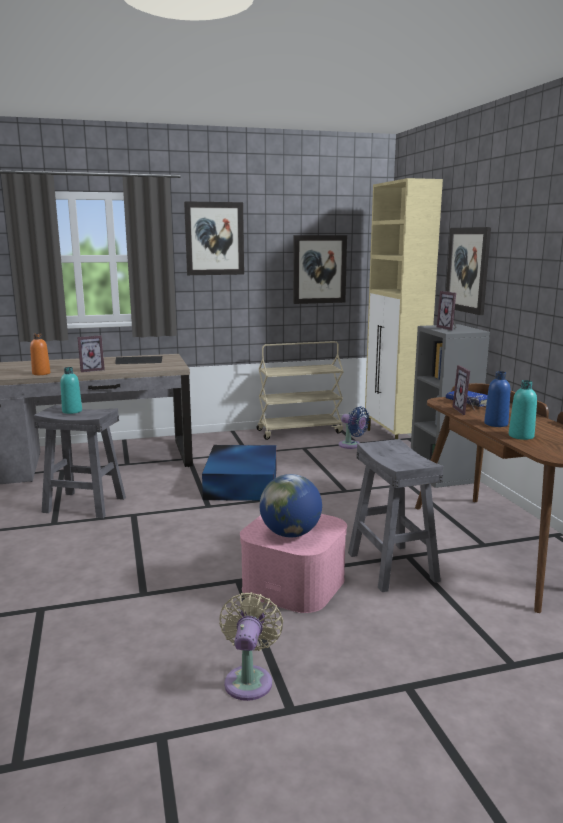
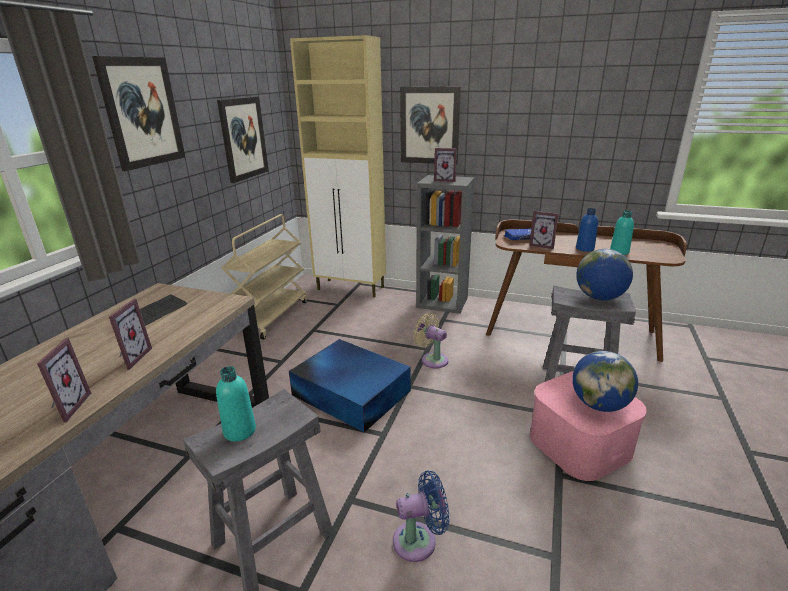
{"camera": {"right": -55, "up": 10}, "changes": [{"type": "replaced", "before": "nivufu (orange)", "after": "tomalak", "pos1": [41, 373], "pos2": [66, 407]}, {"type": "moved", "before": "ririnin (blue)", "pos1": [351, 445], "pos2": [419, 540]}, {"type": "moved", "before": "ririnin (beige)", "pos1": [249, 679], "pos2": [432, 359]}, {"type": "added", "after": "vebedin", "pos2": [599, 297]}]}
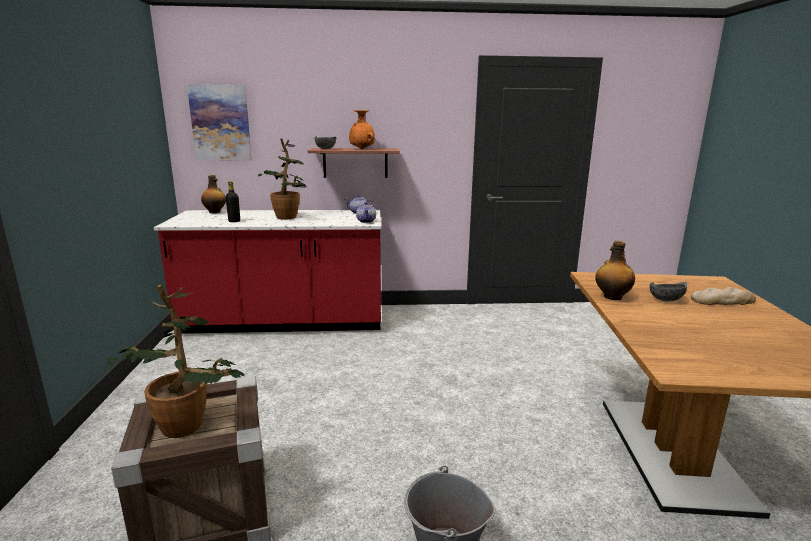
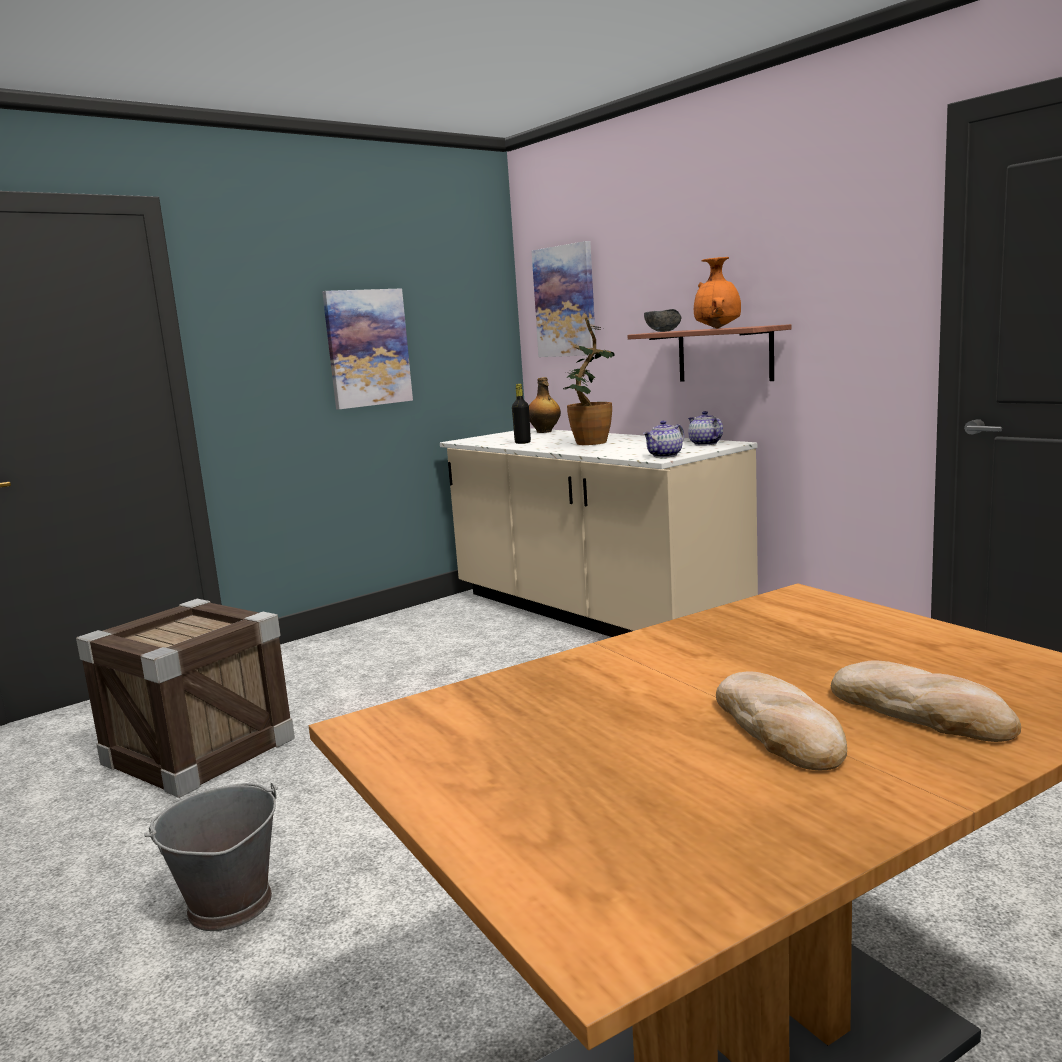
{"camera": {"right": 55, "up": -5}, "changes": [{"type": "added", "after": "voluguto", "pos2": [367, 348]}, {"type": "recoloured", "before": "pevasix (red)", "after": "pevasix (beige)", "pos1": [284, 322], "pos2": [592, 613]}, {"type": "added", "after": "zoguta", "pos2": [779, 728]}, {"type": "removed", "before": "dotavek", "pos1": [188, 430]}, {"type": "removed", "before": "nivufu", "pos1": [611, 297]}, {"type": "removed", "before": "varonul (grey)", "pos1": [665, 300]}]}
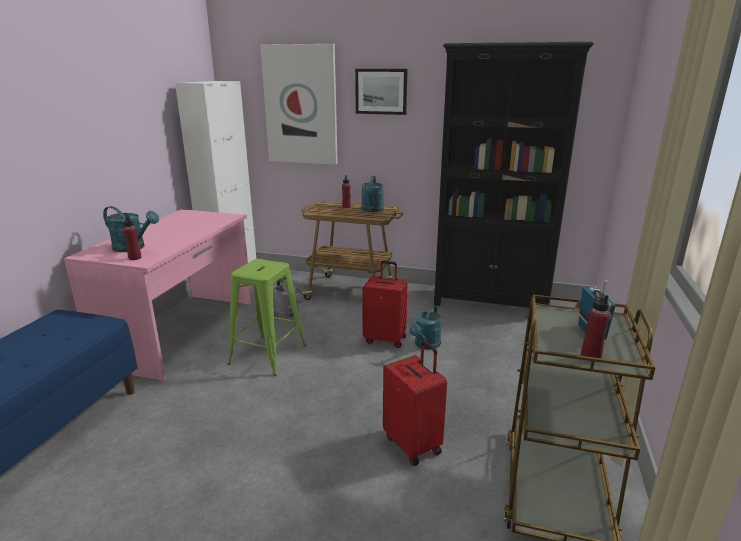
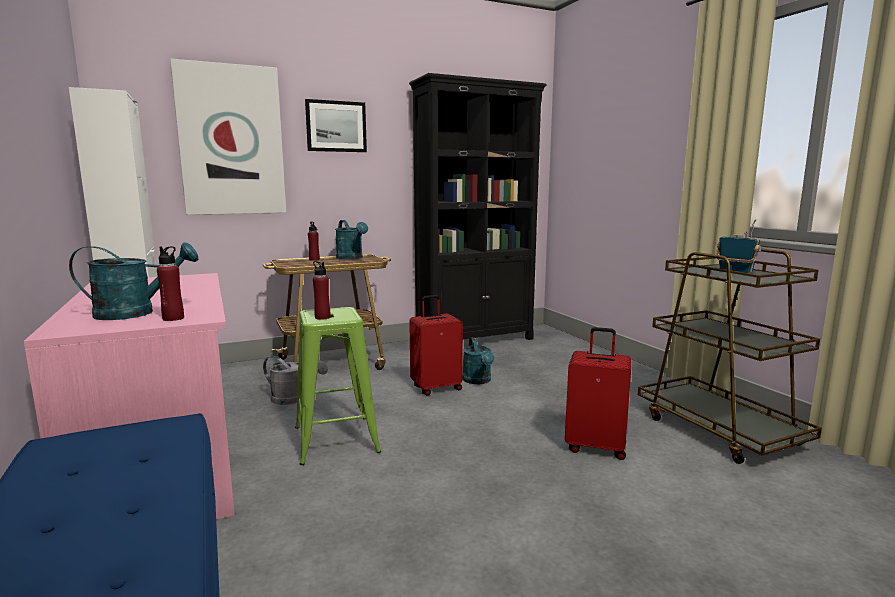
{"camera": {"right": -40, "up": -10}, "changes": [{"type": "moved", "before": "nivufu (red)", "pos1": [590, 356], "pos2": [322, 317]}]}
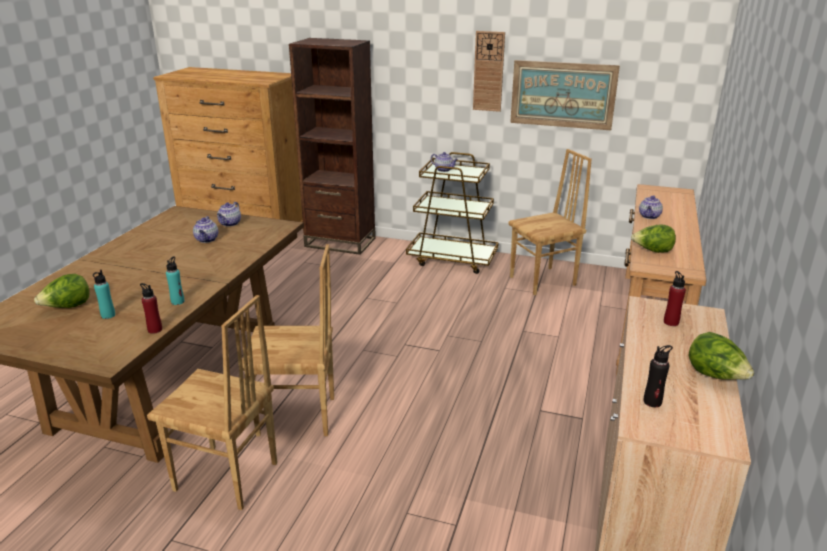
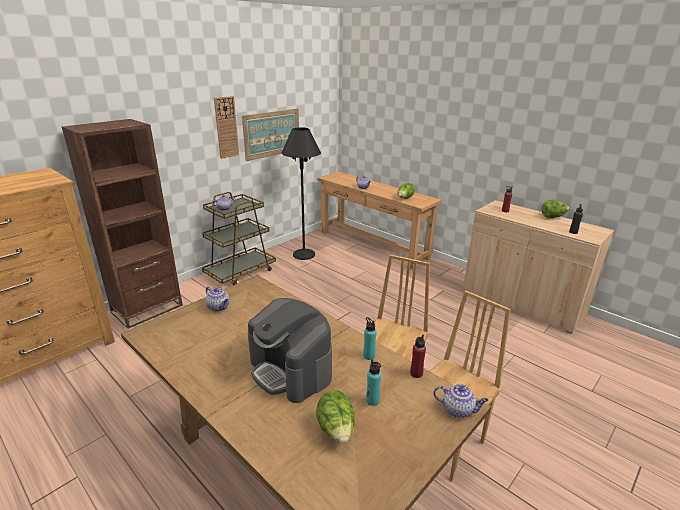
{"camera": {"right": -65, "up": 0}, "changes": [{"type": "added", "after": "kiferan", "pos2": [291, 370]}, {"type": "replaced", "before": "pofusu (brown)", "after": "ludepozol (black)", "pos1": [543, 281], "pos2": [304, 254]}, {"type": "moved", "before": "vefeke", "pos1": [207, 240], "pos2": [458, 410]}]}
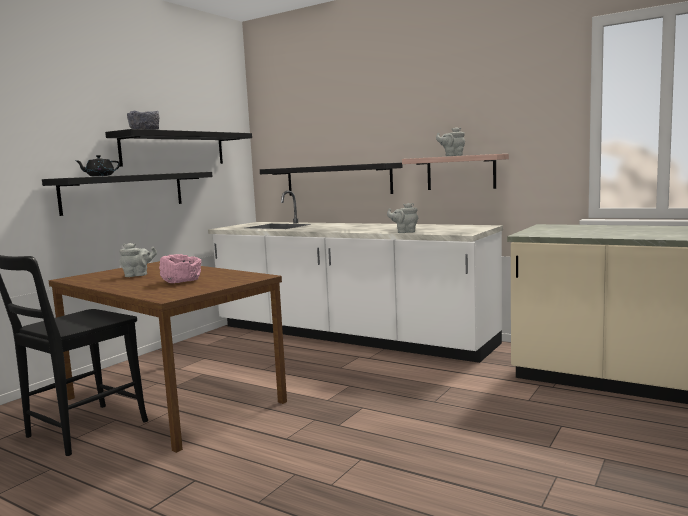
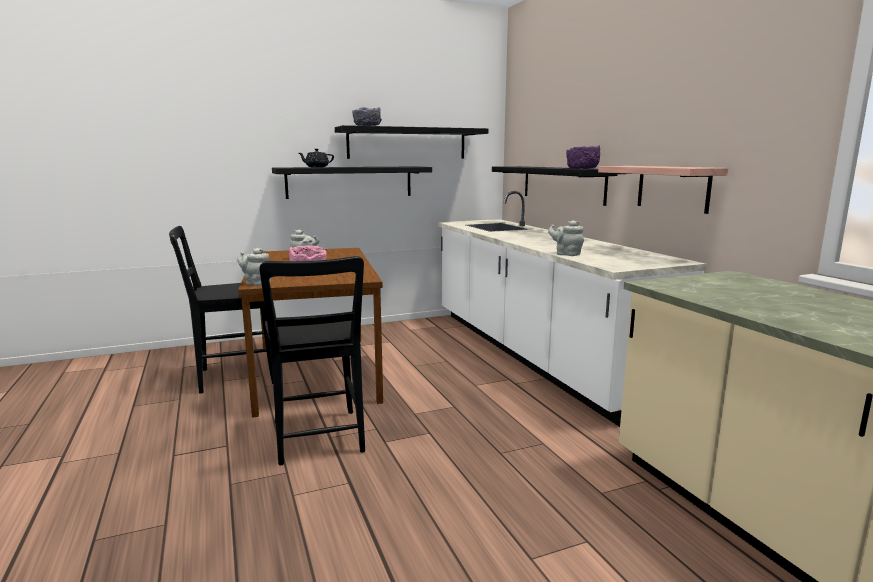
{"camera": {"right": 35, "up": 5}, "changes": [{"type": "moved", "before": "vefeke (grey)", "pos1": [452, 156], "pos2": [256, 283]}, {"type": "added", "after": "pofusu (black)", "pos2": [318, 439]}, {"type": "added", "after": "varonul (purple)", "pos2": [582, 168]}]}
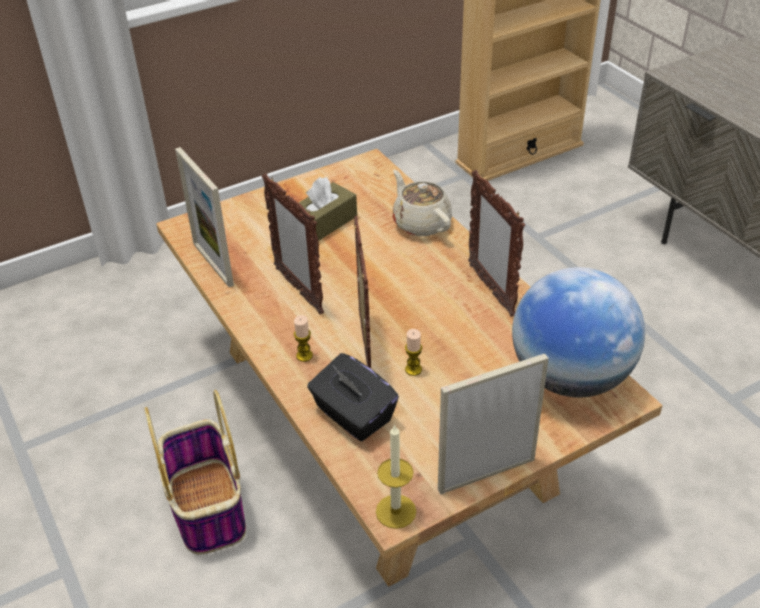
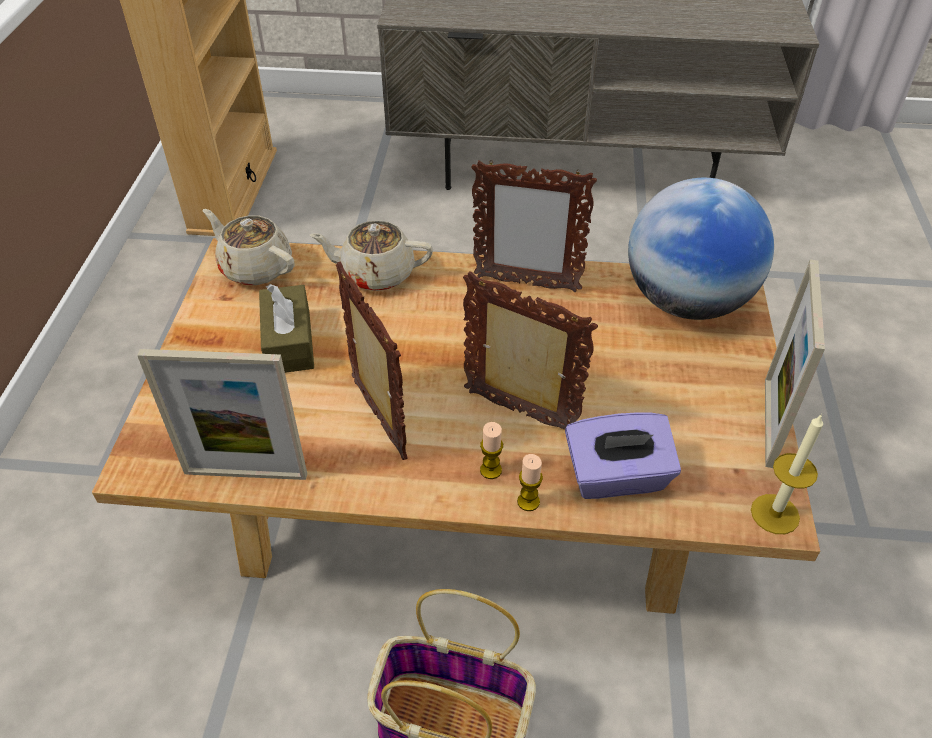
{"camera": {"right": -55, "up": 5}, "changes": [{"type": "added", "after": "vefeke (beige)", "pos2": [255, 267]}, {"type": "turned", "before": "tomalak", "pos1": [298, 290], "pos2": [378, 420], "turn": -120}, {"type": "moved", "before": "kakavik", "pos1": [413, 369], "pos2": [528, 501]}, {"type": "recoloured", "before": "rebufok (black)", "after": "rebufok (purple)", "pos1": [353, 415], "pos2": [617, 477]}]}
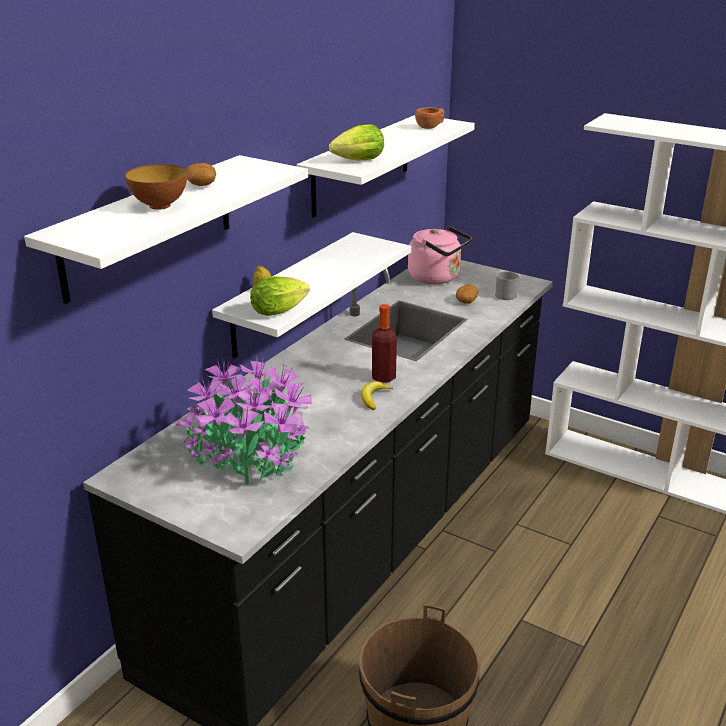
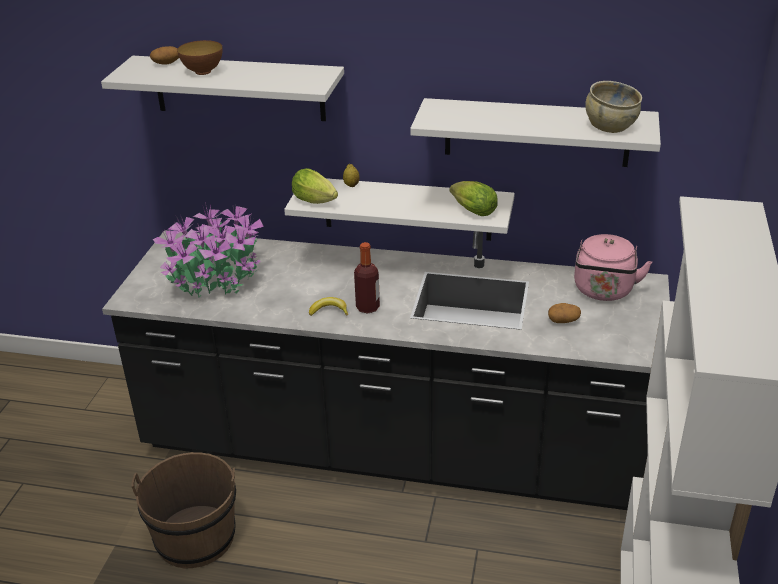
{"camera": {"right": 70, "up": 5}, "changes": [{"type": "moved", "before": "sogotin", "pos1": [202, 185], "pos2": [166, 63]}, {"type": "moved", "before": "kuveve", "pos1": [356, 161], "pos2": [471, 211]}, {"type": "replaced", "before": "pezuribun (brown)", "after": "varonul (beige)", "pos1": [430, 127], "pos2": [610, 126]}, {"type": "removed", "before": "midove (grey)", "pos1": [506, 294]}]}
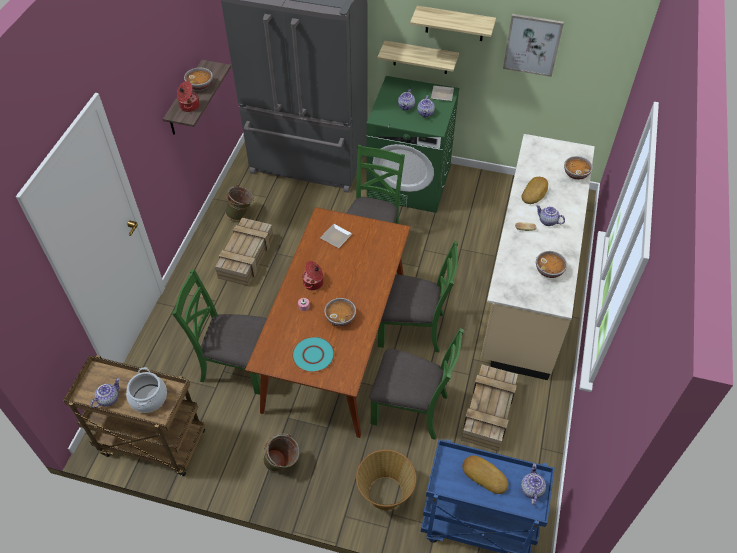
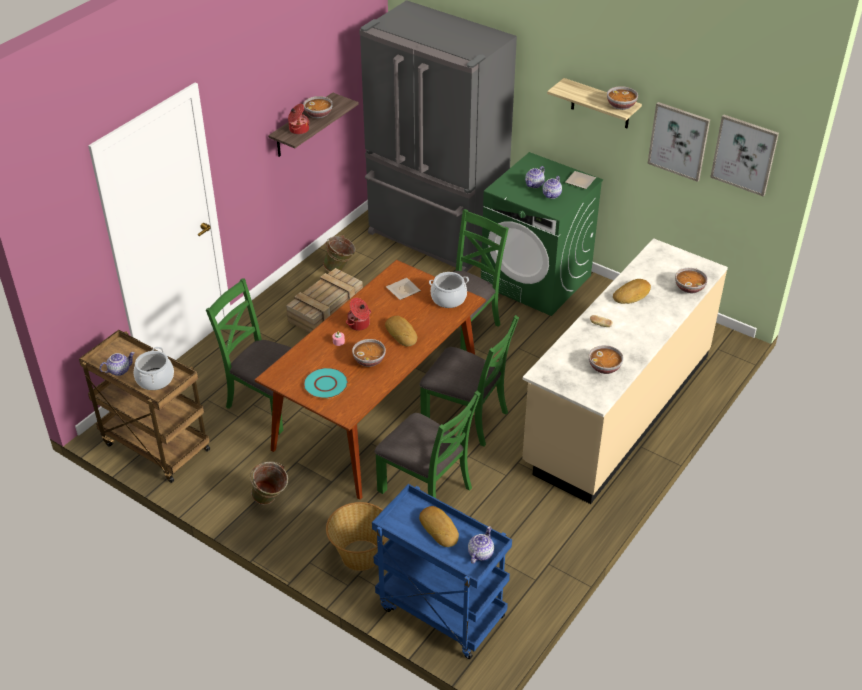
{"camera": {"right": 20, "up": -10}, "changes": [{"type": "added", "after": "zoguta", "pos2": [402, 333]}, {"type": "added", "after": "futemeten", "pos2": [448, 299]}, {"type": "added", "after": "varonul", "pos2": [621, 106]}, {"type": "added", "after": "voluguto", "pos2": [744, 154]}, {"type": "removed", "before": "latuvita", "pos1": [420, 57]}, {"type": "removed", "before": "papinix", "pos1": [488, 413]}, {"type": "removed", "before": "vefeke", "pos1": [547, 221]}]}
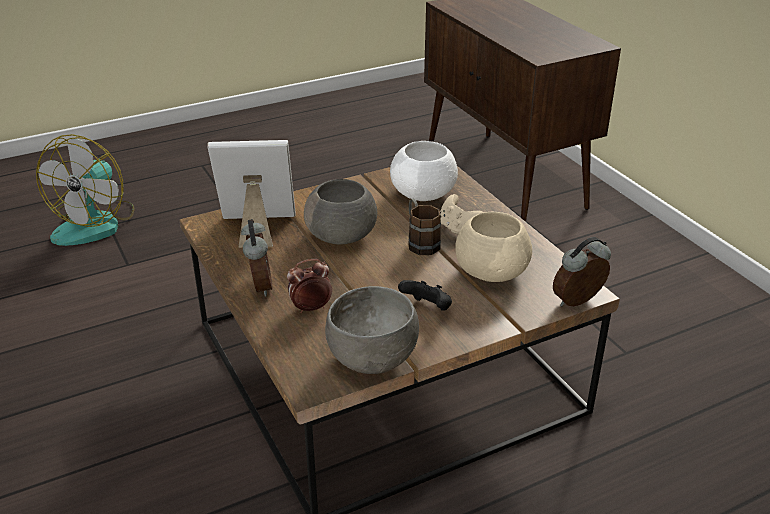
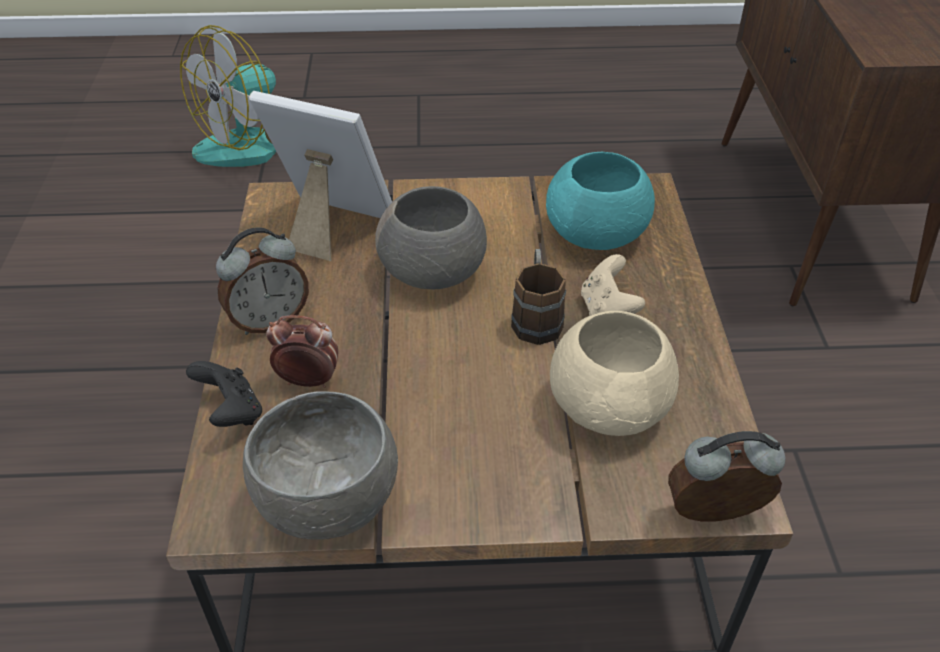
{"camera": {"right": 25, "up": 10}, "changes": [{"type": "moved", "before": "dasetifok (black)", "pos1": [427, 308], "pos2": [231, 412]}, {"type": "turned", "before": "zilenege", "pos1": [259, 286], "pos2": [269, 320], "turn": 45}, {"type": "recoloured", "before": "varonul (white)", "after": "varonul (turquoise)", "pos1": [424, 193], "pos2": [598, 234]}]}
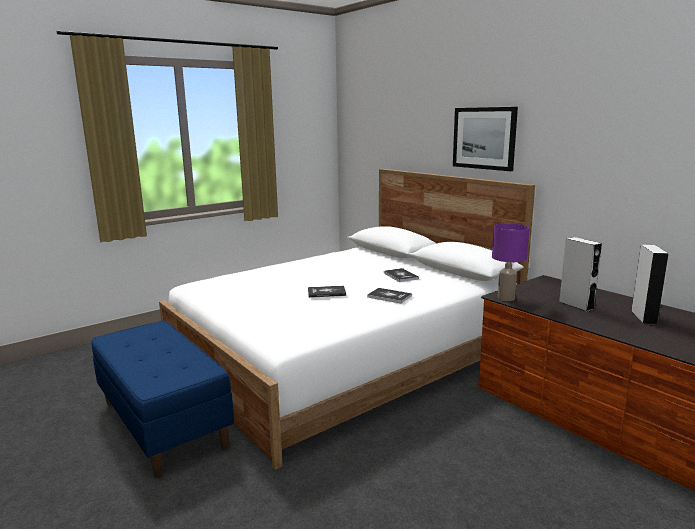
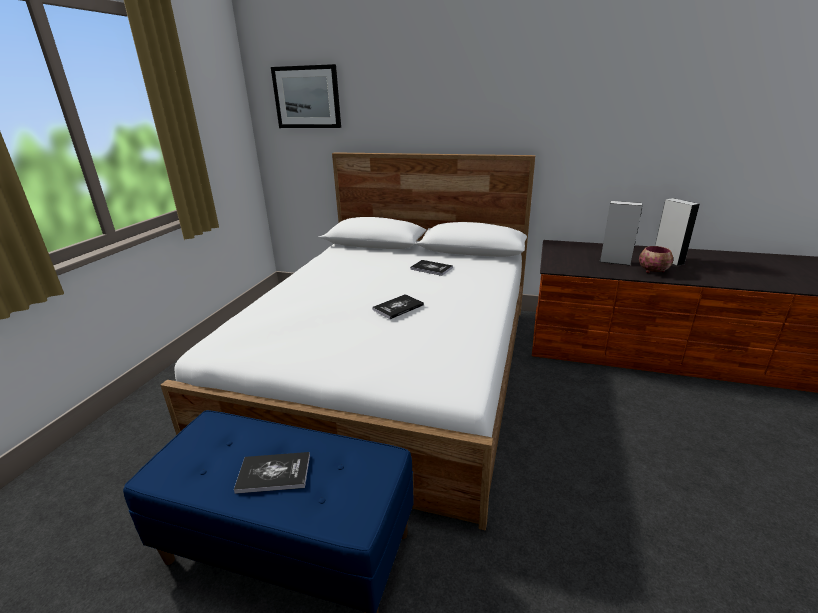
{"camera": {"right": -35, "up": 10}, "changes": [{"type": "moved", "before": "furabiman", "pos1": [389, 296], "pos2": [274, 473]}, {"type": "moved", "before": "voluguto", "pos1": [484, 138], "pos2": [307, 97]}, {"type": "added", "after": "varonul", "pos2": [653, 271]}, {"type": "removed", "before": "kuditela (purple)", "pos1": [506, 298]}]}
